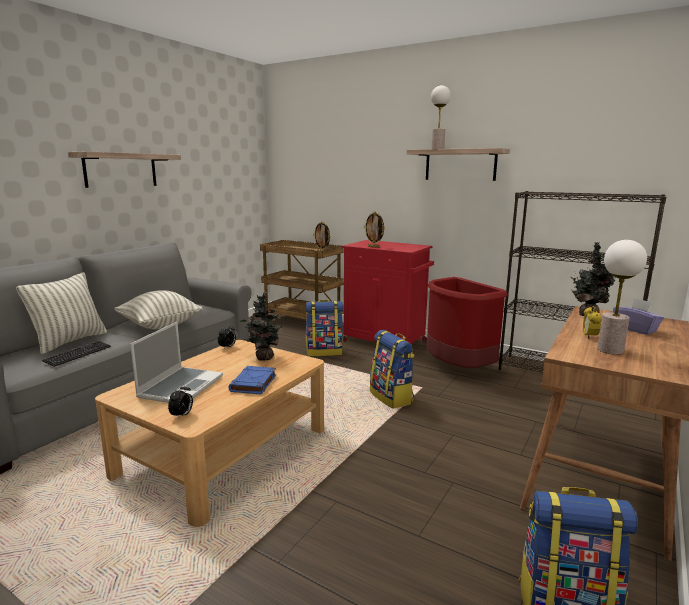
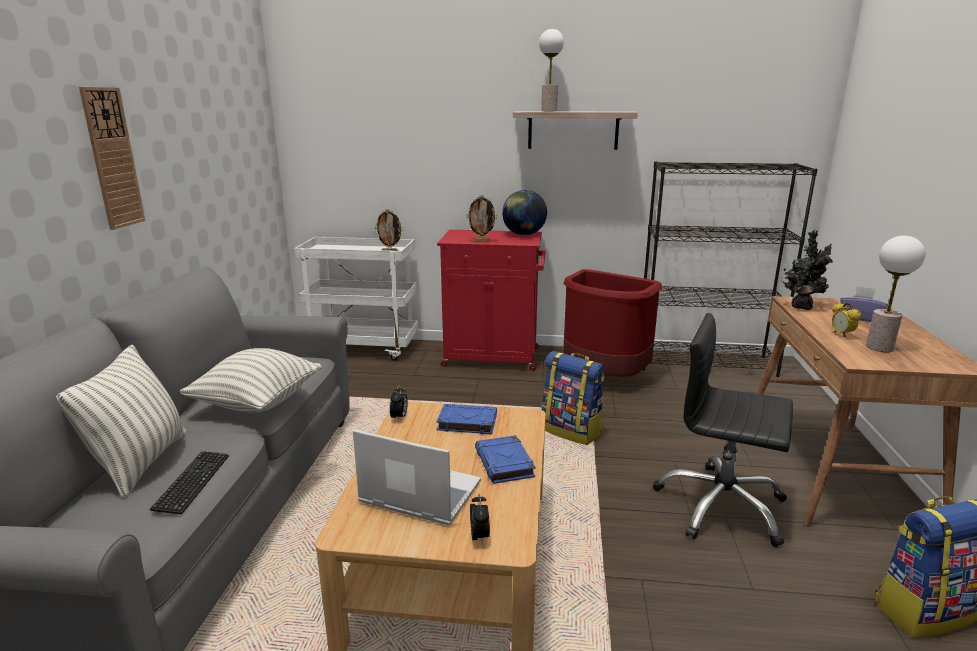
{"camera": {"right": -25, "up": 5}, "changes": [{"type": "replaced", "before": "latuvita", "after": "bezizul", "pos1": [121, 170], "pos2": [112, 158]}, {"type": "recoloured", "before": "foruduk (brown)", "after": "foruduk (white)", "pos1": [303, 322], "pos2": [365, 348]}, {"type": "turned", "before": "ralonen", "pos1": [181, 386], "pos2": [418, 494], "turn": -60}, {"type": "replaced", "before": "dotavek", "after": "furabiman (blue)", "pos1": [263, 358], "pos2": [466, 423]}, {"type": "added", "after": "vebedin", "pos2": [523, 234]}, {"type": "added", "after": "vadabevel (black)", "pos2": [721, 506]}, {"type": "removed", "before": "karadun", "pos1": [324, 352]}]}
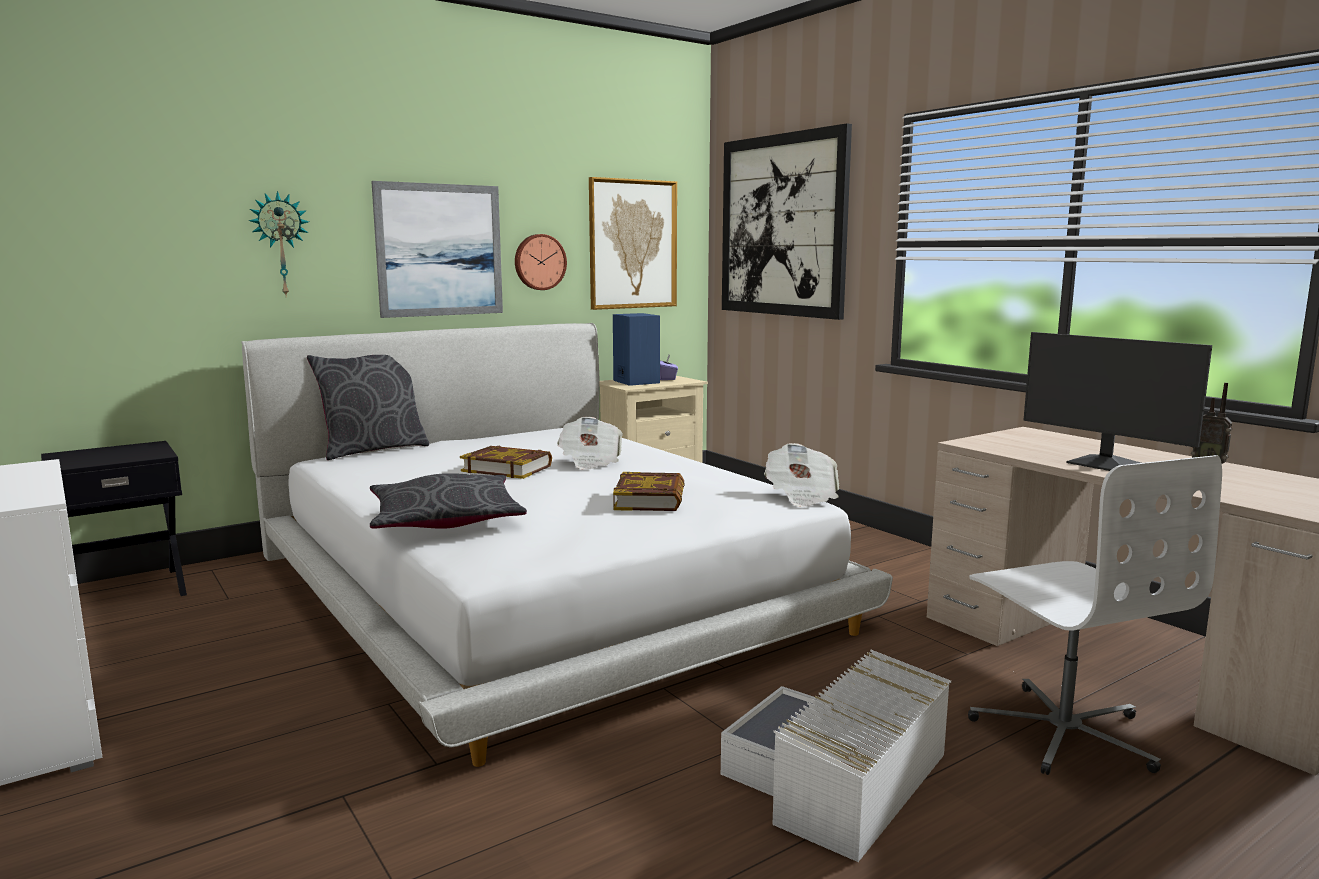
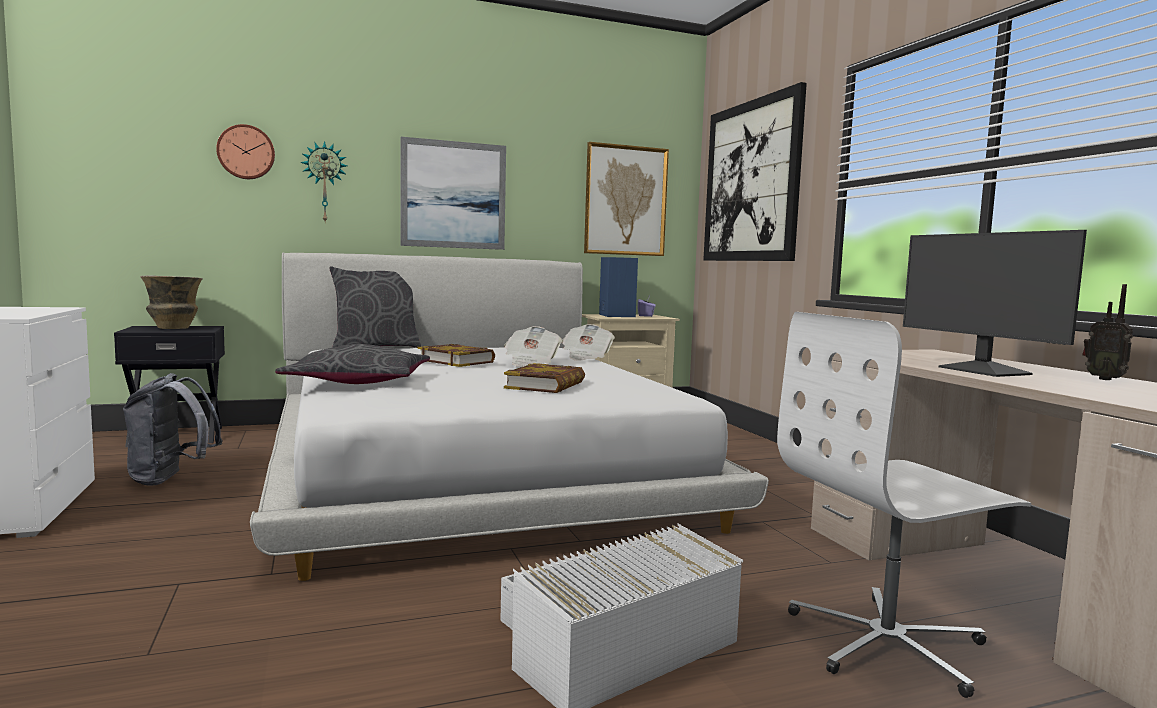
{"camera": {"right": 15, "up": -5}, "changes": [{"type": "added", "after": "karadun (grey)", "pos2": [170, 479]}, {"type": "added", "after": "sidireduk", "pos2": [173, 328]}, {"type": "moved", "before": "bezizul", "pos1": [539, 262], "pos2": [246, 152]}, {"type": "moved", "before": "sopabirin", "pos1": [801, 496], "pos2": [586, 357]}, {"type": "turned", "before": "vadabevel (white)", "pos1": [1064, 732], "pos2": [888, 643], "turn": 75}]}
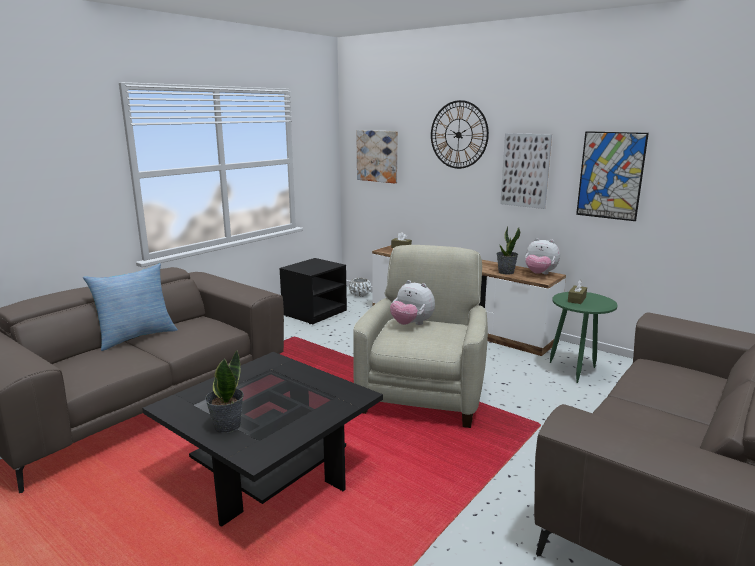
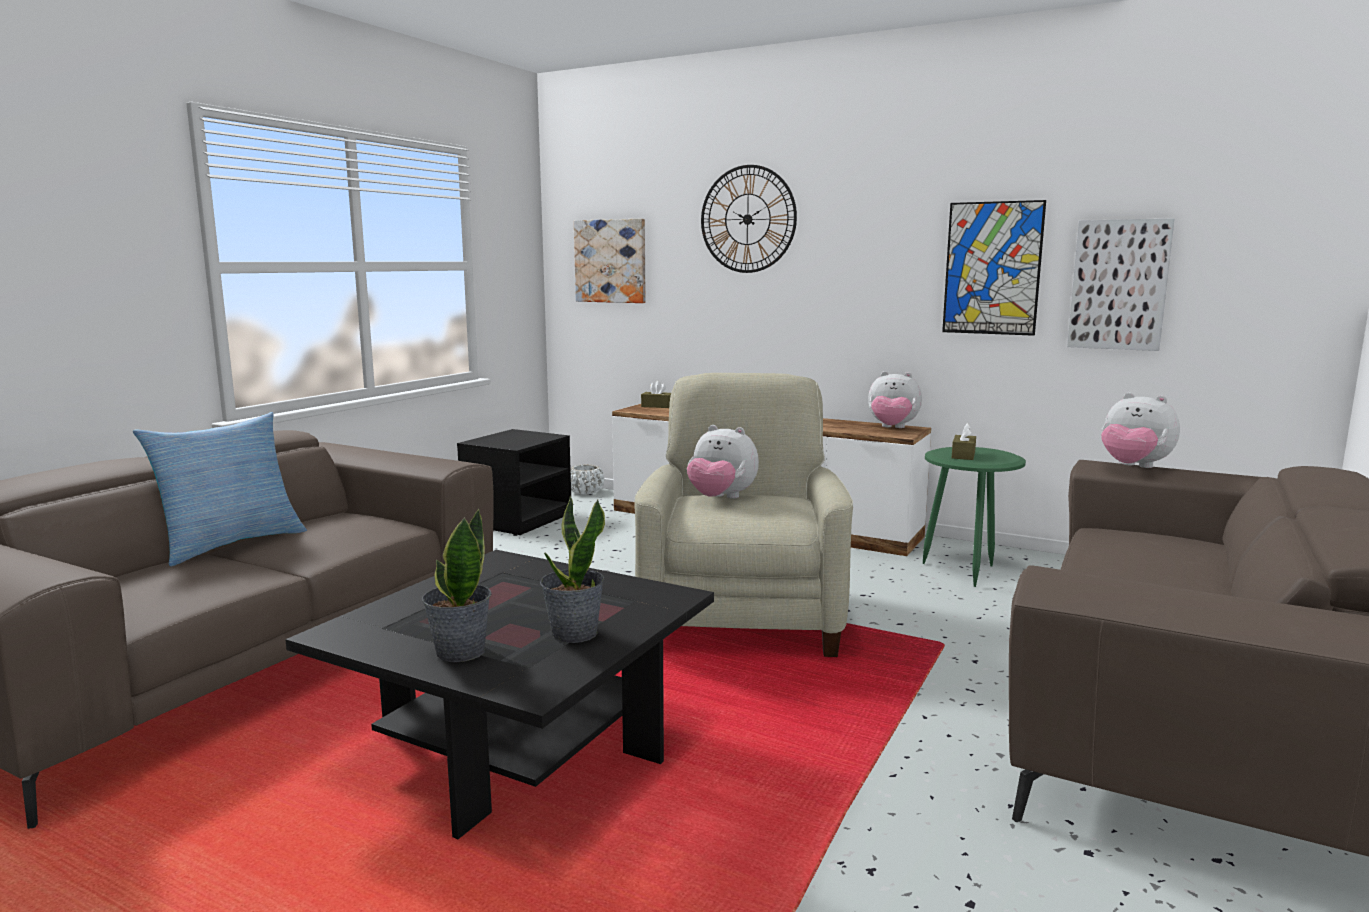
{"camera": {"right": -10, "up": -5}, "changes": [{"type": "moved", "before": "dotavek", "pos1": [506, 272], "pos2": [574, 634]}, {"type": "moved", "before": "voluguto", "pos1": [525, 170], "pos2": [1119, 285]}, {"type": "added", "after": "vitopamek", "pos2": [1133, 467]}]}
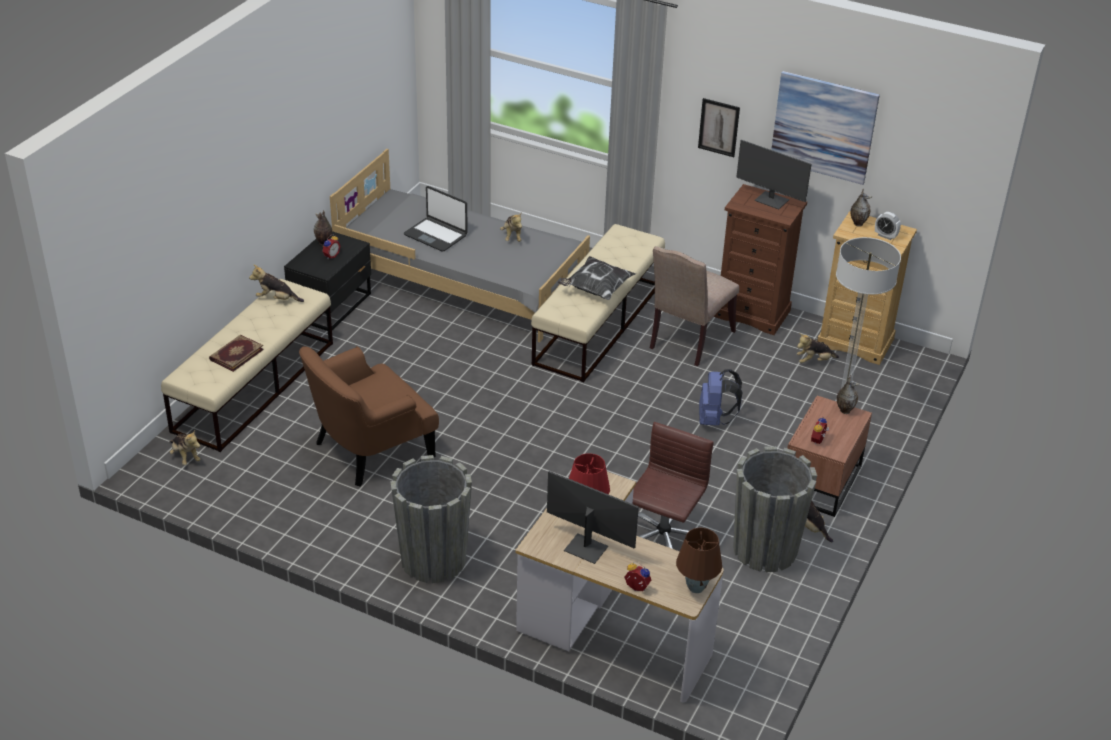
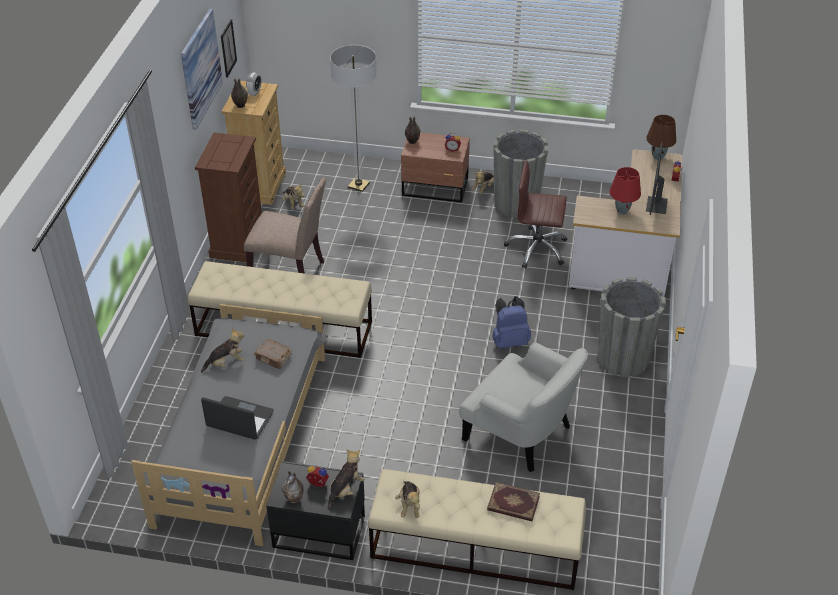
{"camera": {"right": -105, "up": 5}, "changes": [{"type": "turned", "before": "ralonen", "pos1": [436, 235], "pos2": [240, 420], "turn": -90}, {"type": "moved", "before": "voluguto", "pos1": [718, 127], "pos2": [228, 48]}, {"type": "added", "after": "furabiman (brown)", "pos2": [274, 358]}, {"type": "moved", "before": "vitopamek", "pos1": [185, 457], "pos2": [345, 489]}, {"type": "recoloured", "before": "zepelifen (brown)", "after": "zepelifen (white)", "pos1": [370, 449], "pos2": [521, 432]}, {"type": "moved", "before": "karadun (blue)", "pos1": [714, 420], "pos2": [509, 341]}, {"type": "removed", "before": "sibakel", "pos1": [596, 289]}, {"type": "removed", "before": "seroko", "pos1": [771, 201]}]}
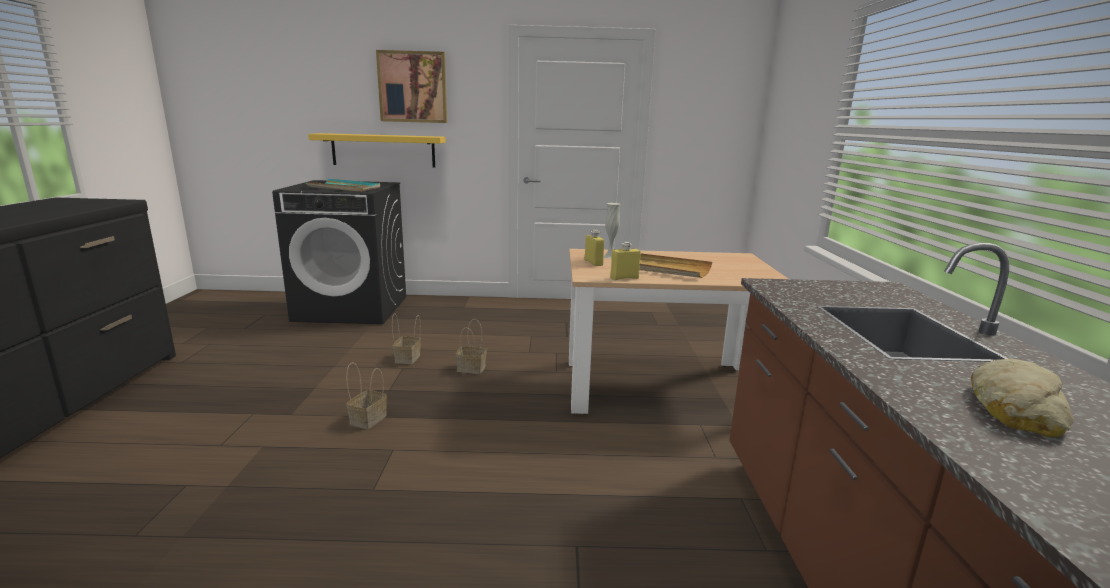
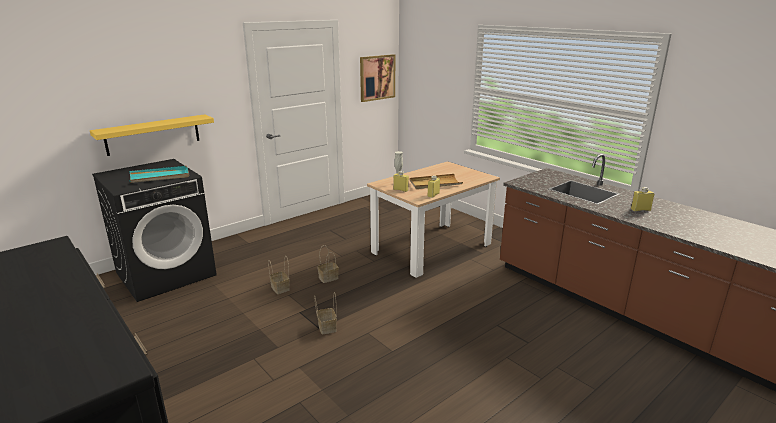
{"camera": {"right": -40, "up": 5}, "changes": [{"type": "moved", "before": "voluguto", "pos1": [412, 87], "pos2": [377, 77]}, {"type": "replaced", "before": "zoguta", "after": "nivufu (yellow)", "pos1": [1016, 409], "pos2": [640, 210]}]}
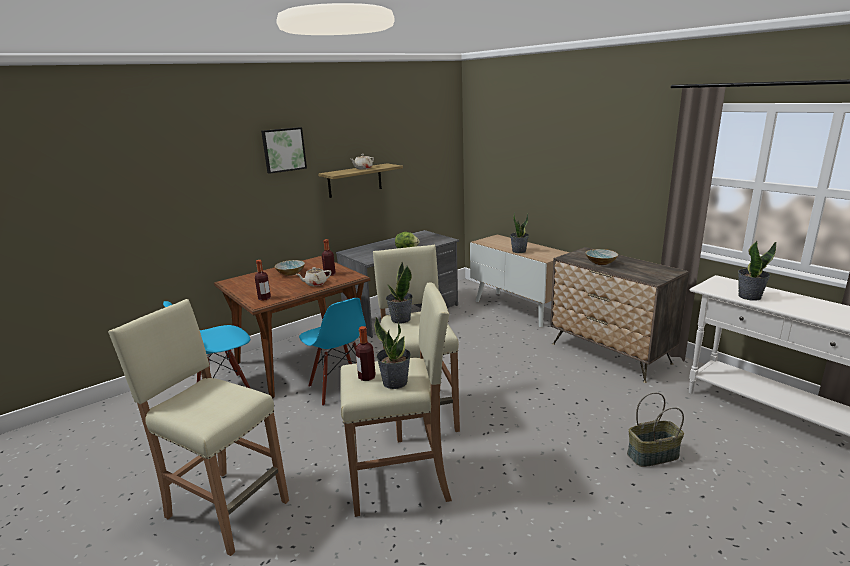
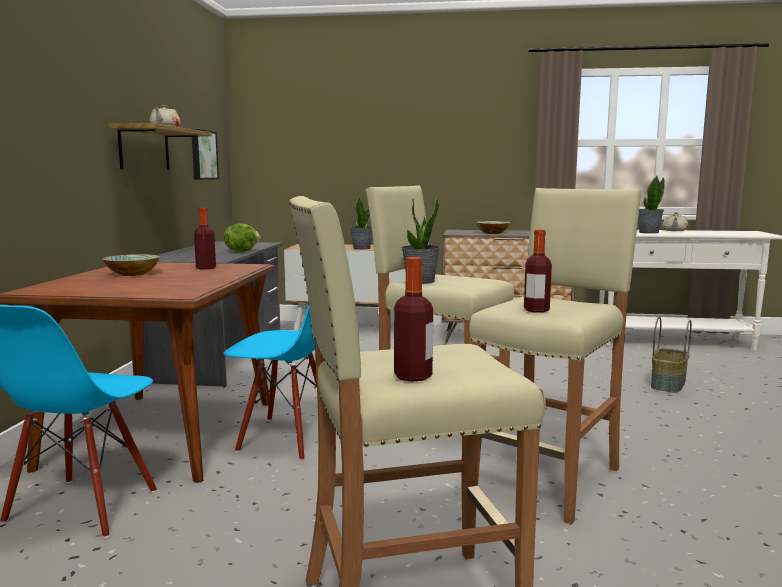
{"camera": {"right": -45, "up": -10}, "changes": [{"type": "moved", "before": "voluguto", "pos1": [283, 150], "pos2": [202, 155]}, {"type": "moved", "before": "nivufu", "pos1": [264, 298], "pos2": [413, 376]}, {"type": "moved", "before": "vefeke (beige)", "pos1": [315, 284], "pos2": [674, 231]}, {"type": "removed", "before": "dotavek", "pos1": [395, 382]}]}
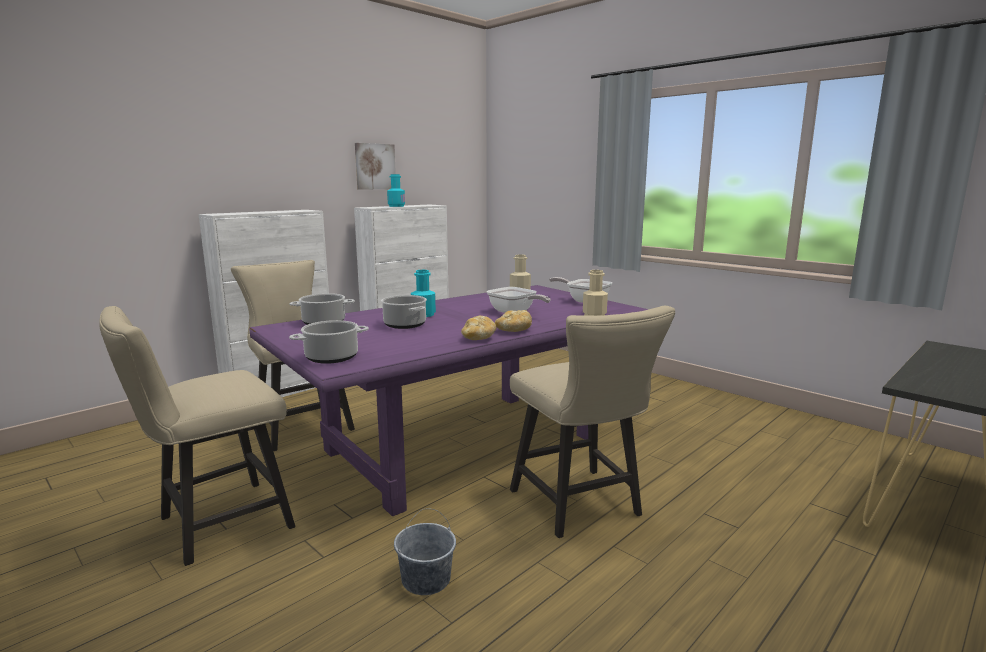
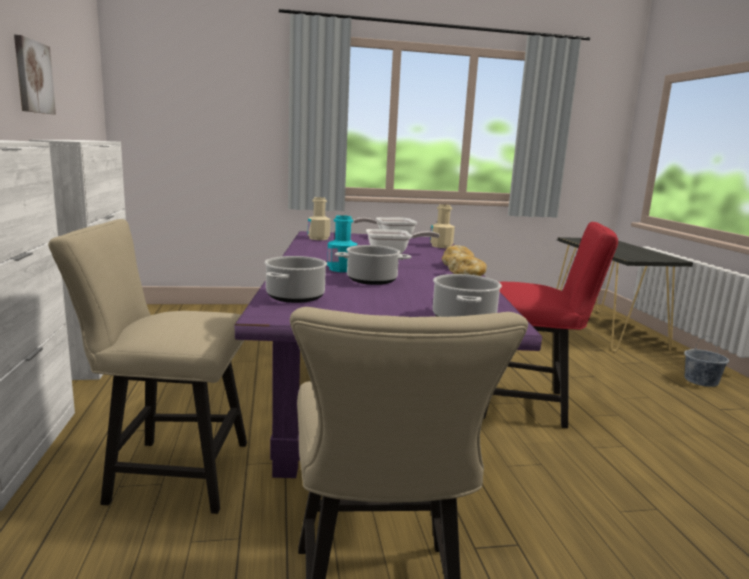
{"camera": {"right": -55, "up": 0}, "changes": [{"type": "recoloured", "before": "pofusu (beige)", "after": "pofusu (red)", "pos1": [580, 507], "pos2": [530, 405]}, {"type": "moved", "before": "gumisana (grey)", "pos1": [425, 579], "pos2": [701, 381]}, {"type": "removed", "before": "nivufu (turquoise)", "pos1": [396, 206]}]}
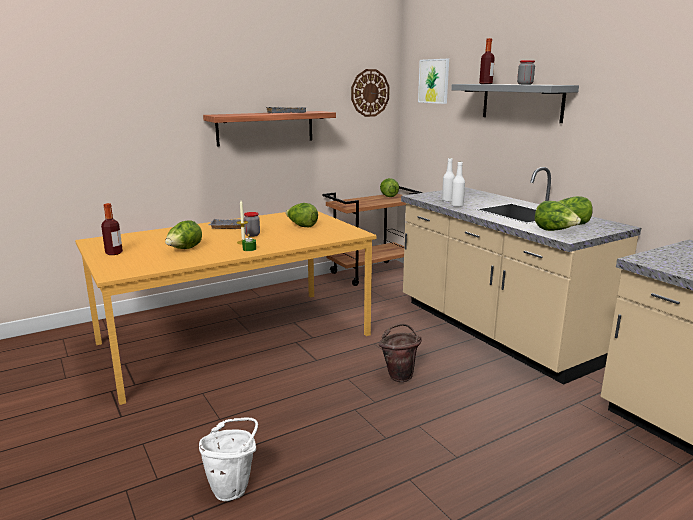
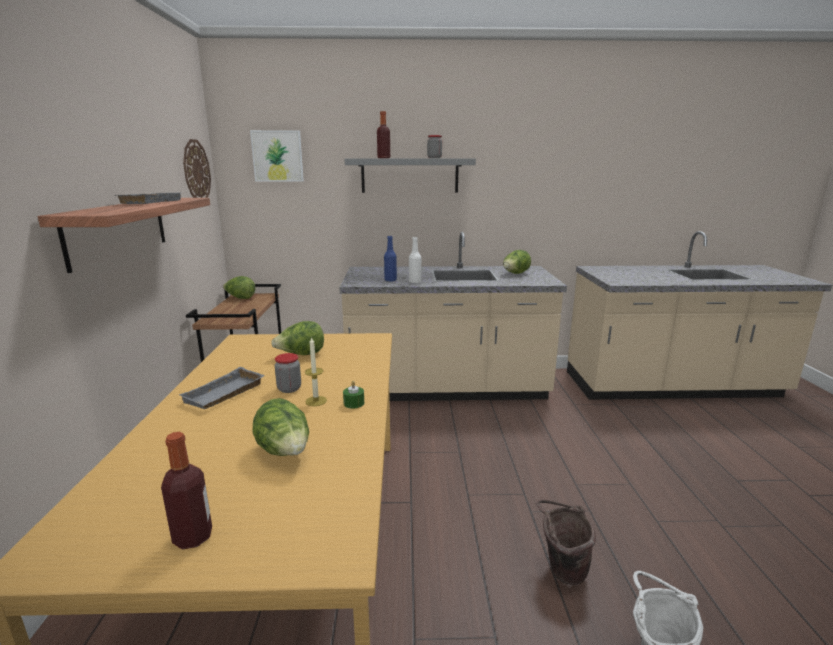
{"camera": {"right": -60, "up": 0}, "changes": [{"type": "recoloured", "before": "nivufu (white)", "after": "nivufu (blue)", "pos1": [447, 200], "pos2": [390, 280]}, {"type": "moved", "before": "gumisana (brown)", "pos1": [399, 375], "pos2": [561, 571]}, {"type": "removed", "before": "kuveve", "pos1": [554, 231]}]}
